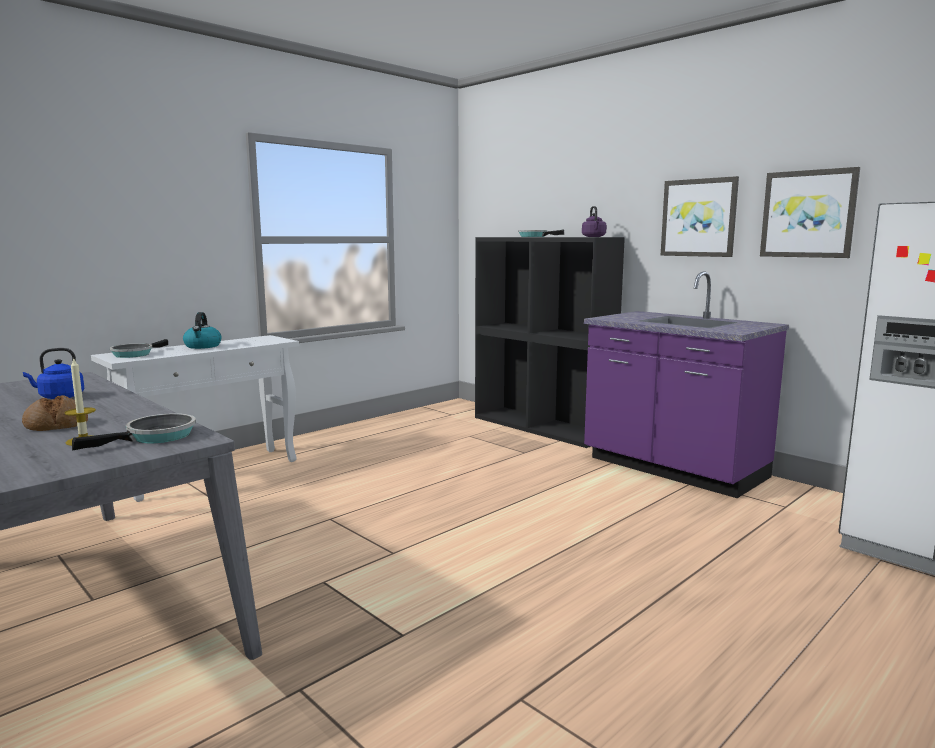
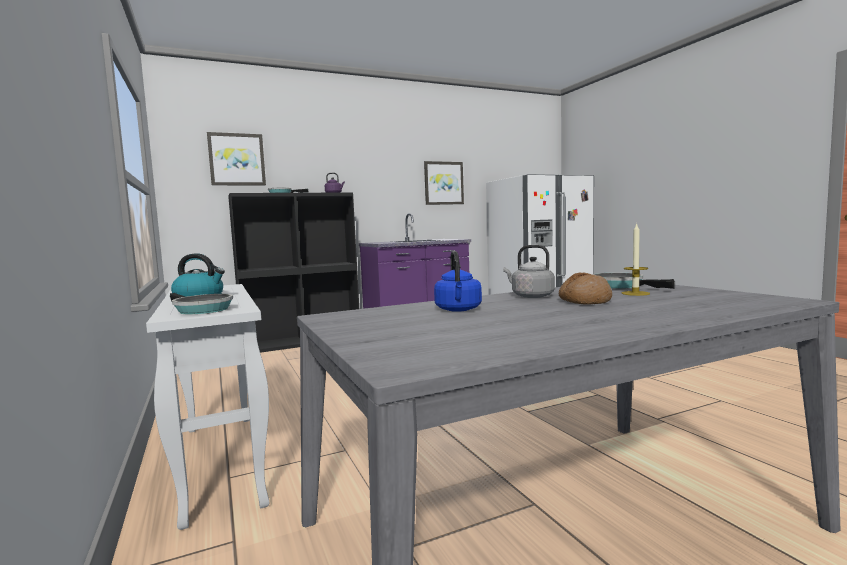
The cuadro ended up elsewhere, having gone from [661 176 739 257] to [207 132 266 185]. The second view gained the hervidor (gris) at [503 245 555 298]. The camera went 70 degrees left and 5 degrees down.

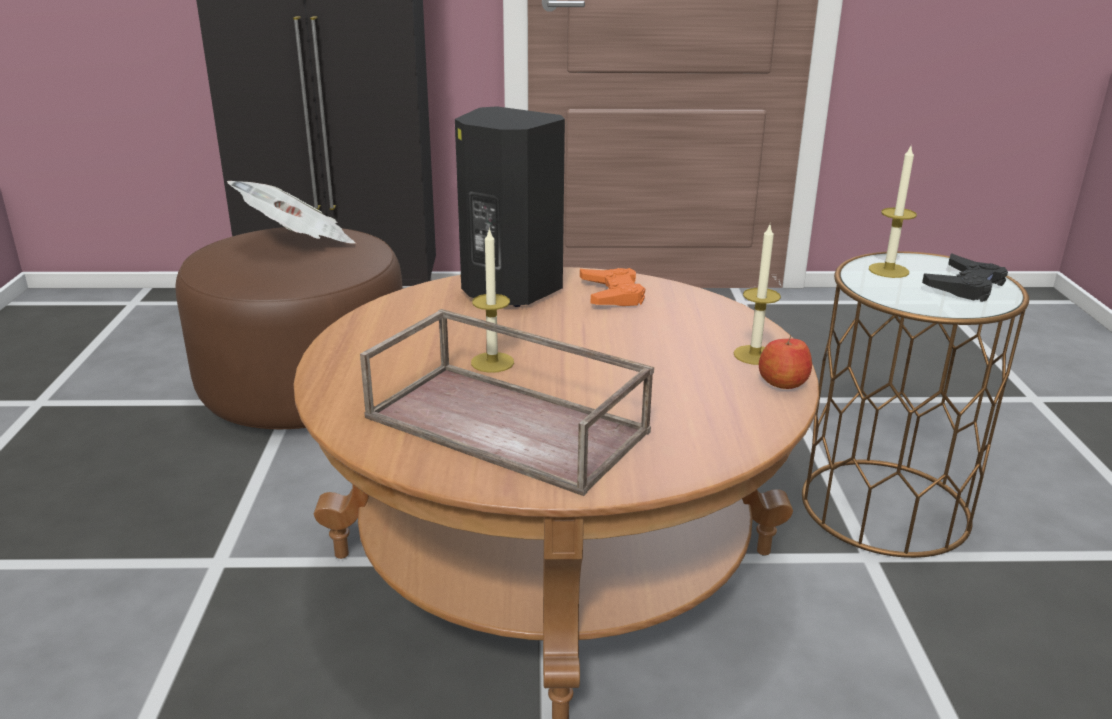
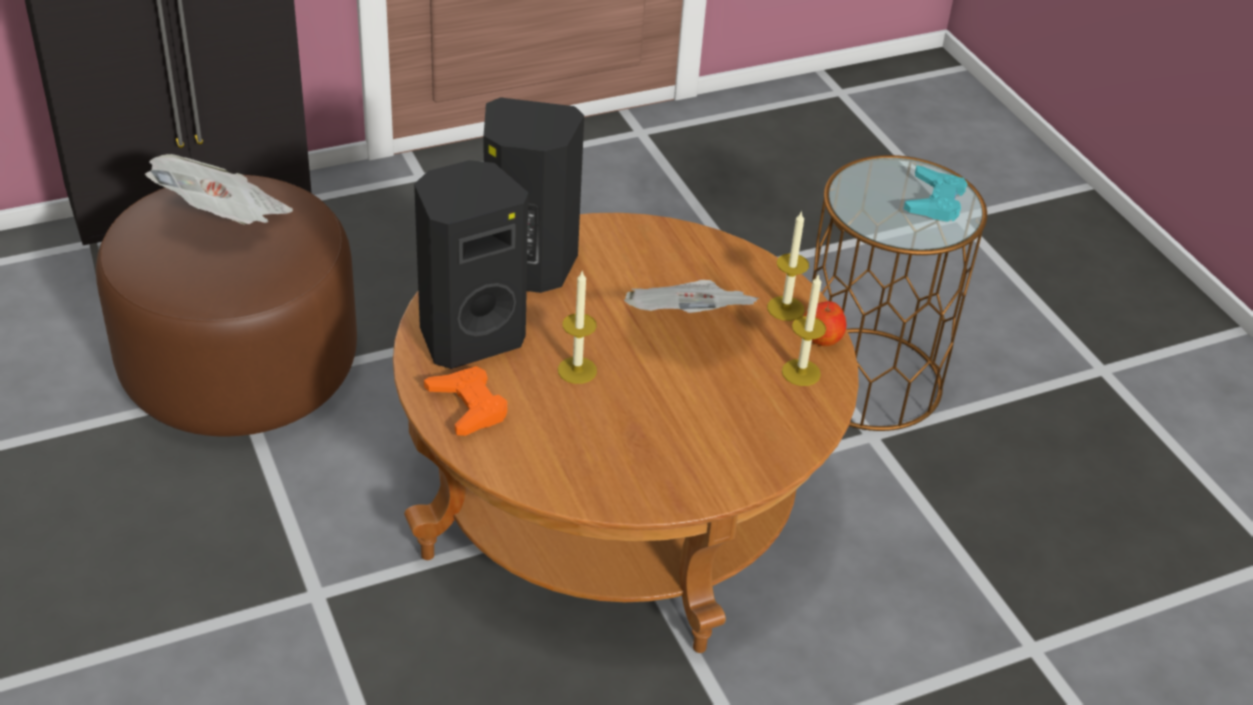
The second view lost the bandeja (marrón) at [360 309 654 496]. The mando de consola (naranja) ended up elsewhere, having gone from [580 268 645 306] to [424 366 507 436]. The vela ended up elsewhere, having gone from [869 146 917 278] to [782 273 826 386]. What was the mando de consola (negro) at [922 253 1008 302] turned into the mando de consola (turquesa) at [904 165 967 222]. The second view gained the altavoz (negro) at [414 160 528 369]. The second view gained the periódico at [624 280 759 313]. The camera went 25 degrees left and 15 degrees up.

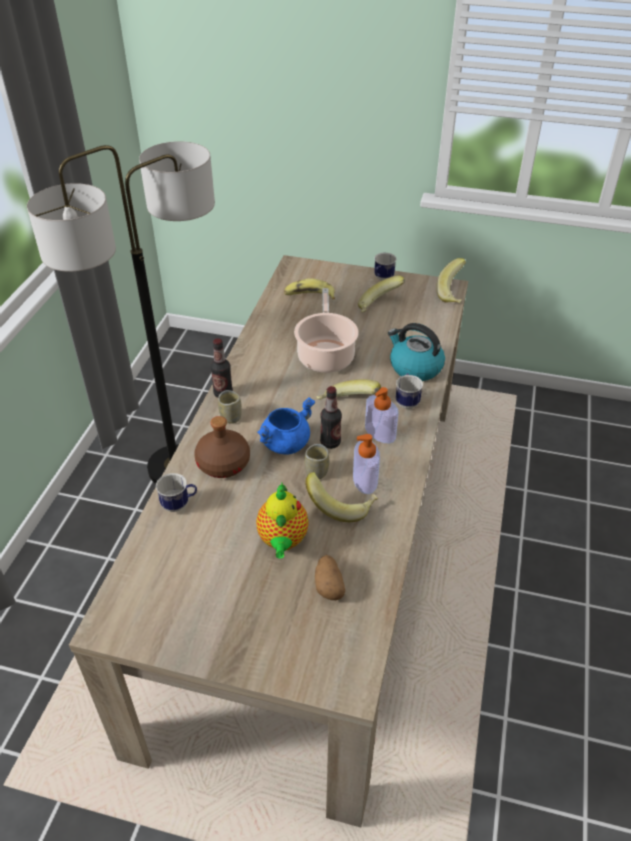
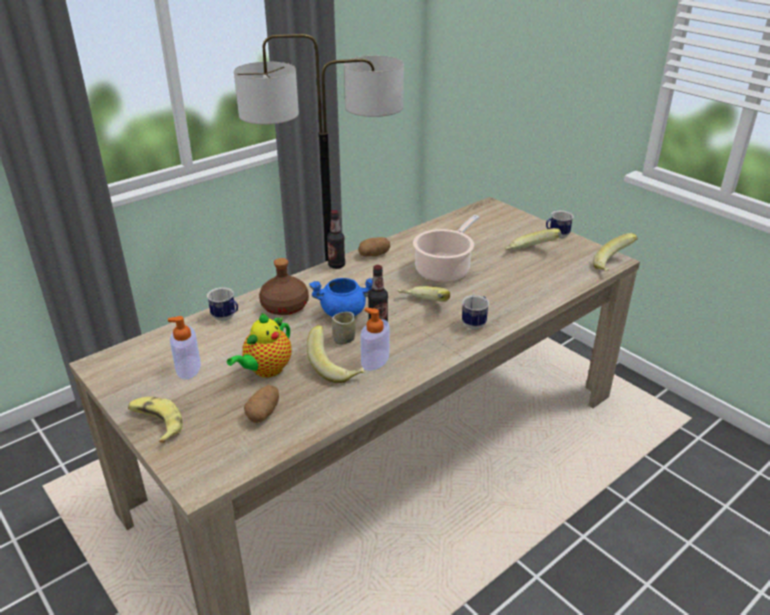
The second view lost the taza at [218 390 242 424]. The plátano ended up elsewhere, having gone from [284 278 335 300] to [128 397 183 443]. The dispensador de jabón ended up elsewhere, having gone from [365 387 398 443] to [168 316 201 380]. The second view lost the hervidor at [388 323 445 381]. The second view gained the patata at [358 237 390 256]. The camera went 35 degrees right and 10 degrees down.

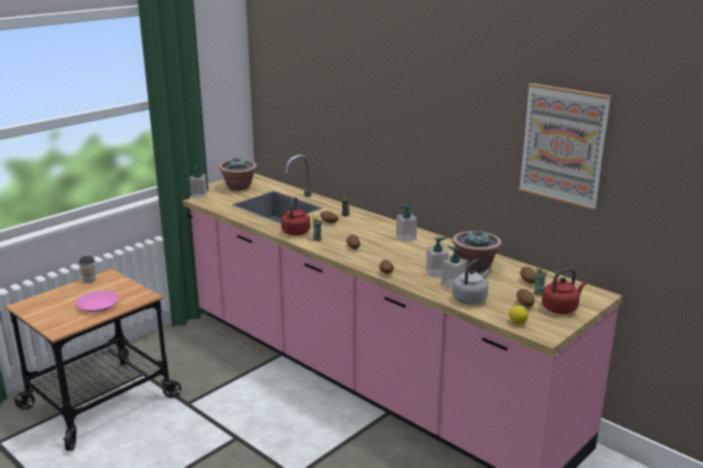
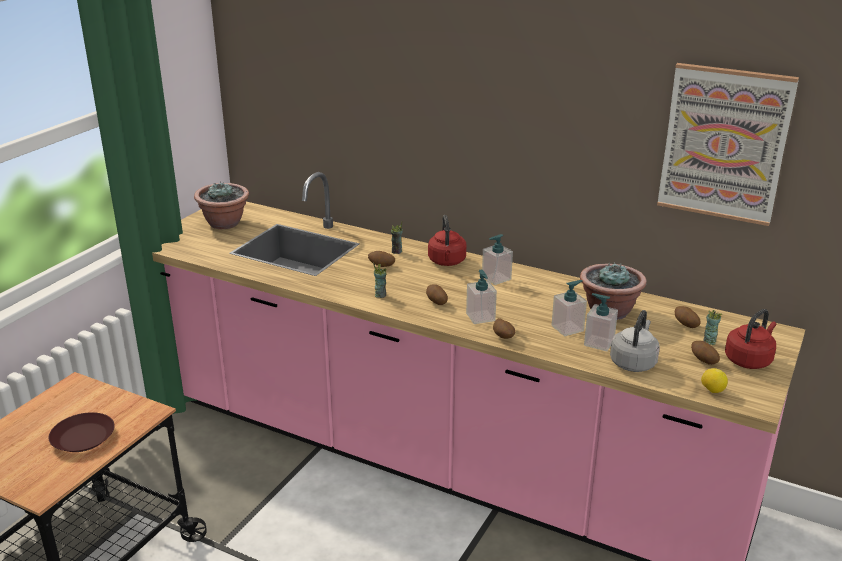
What was the plato (rosa) at [76 291 119 312] turned into the plato (marrón) at [48 412 115 452]. The second view lost the taza at [79 256 96 283]. The dispensador de jabón ended up elsewhere, having gone from [190 166 207 198] to [466 270 497 324]. The hervidor (rojo) ended up elsewhere, having gone from [281 197 310 235] to [428 215 466 266]. The camera went 15 degrees left and 5 degrees up.

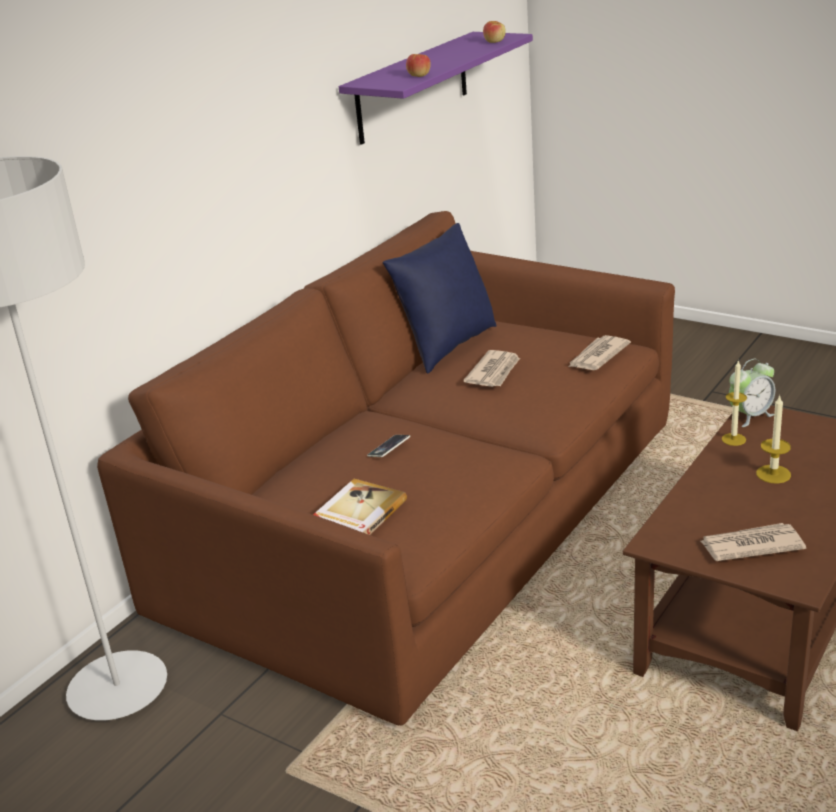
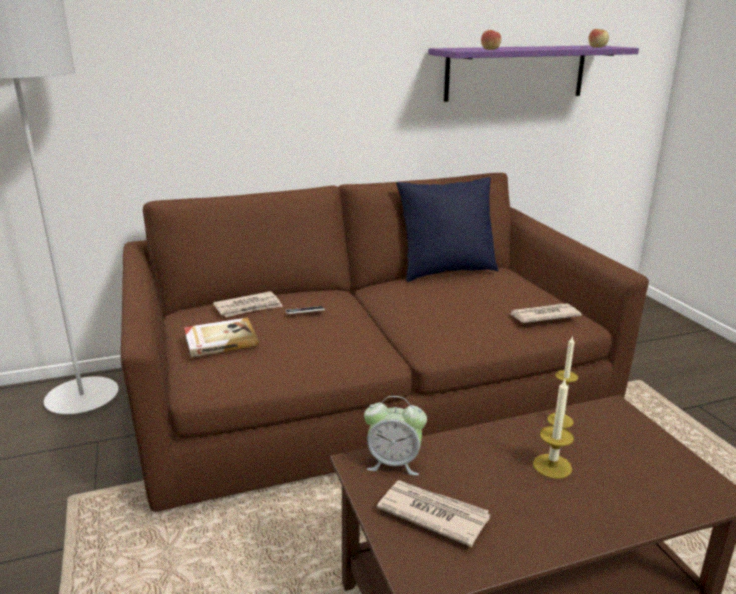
The periódico ended up elsewhere, having gone from [464 350 520 387] to [213 291 283 317]. The despertador ended up elsewhere, having gone from [729 359 775 427] to [364 396 427 475]. The camera went 35 degrees right and 5 degrees down.

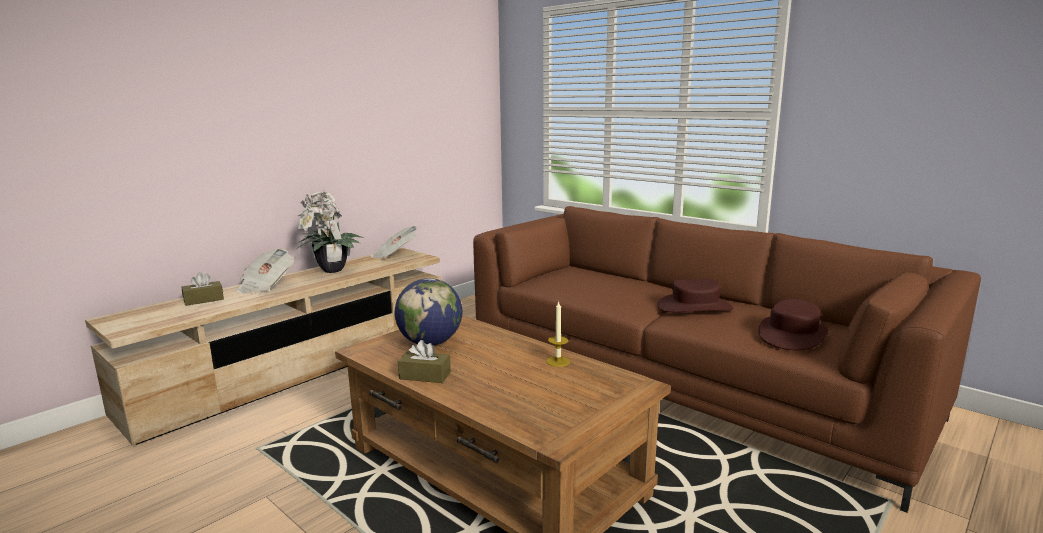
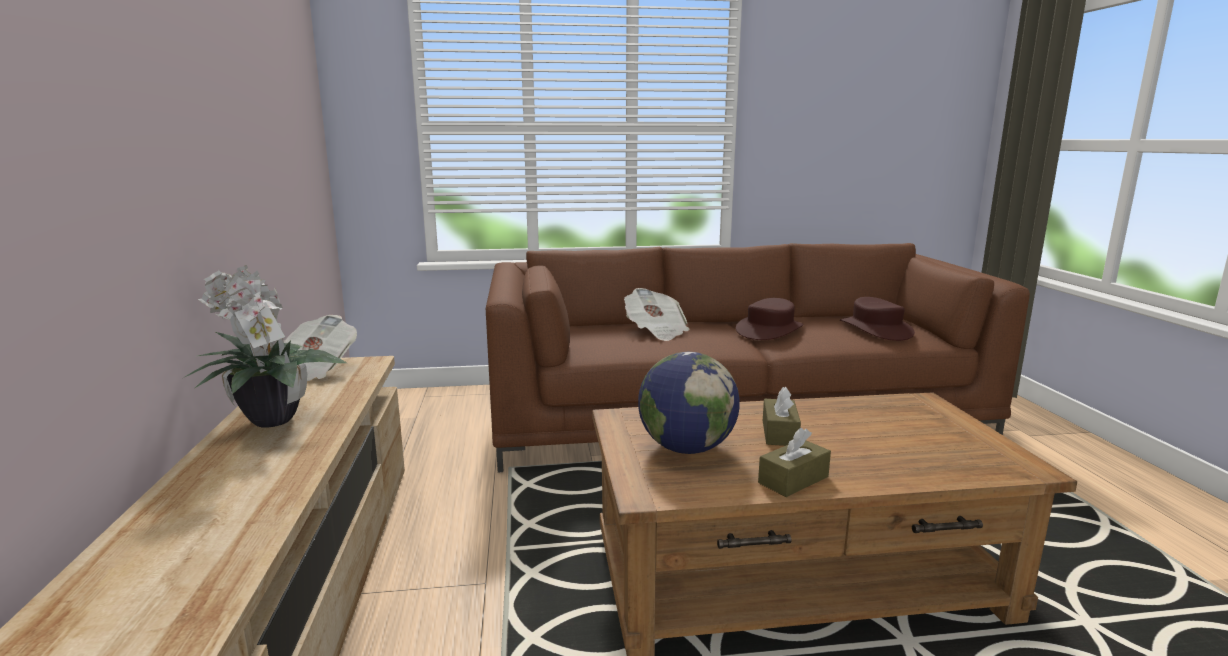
The caja de pañuelos (marrón) ended up elsewhere, having gone from [182 272 224 306] to [763 387 801 446]. The periódico ended up elsewhere, having gone from [236 249 294 294] to [624 288 690 341]. The second view lost the vela at [546 301 570 367]. The camera went 50 degrees left and 0 degrees up.

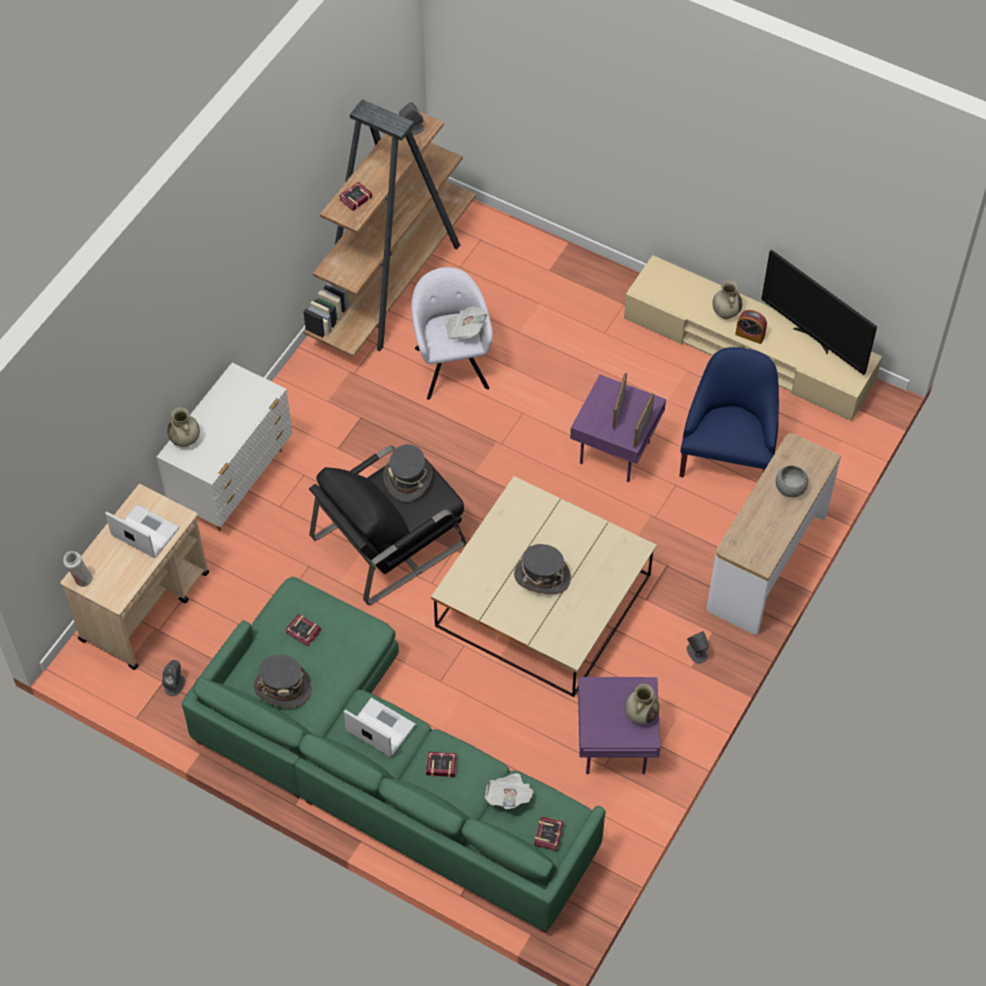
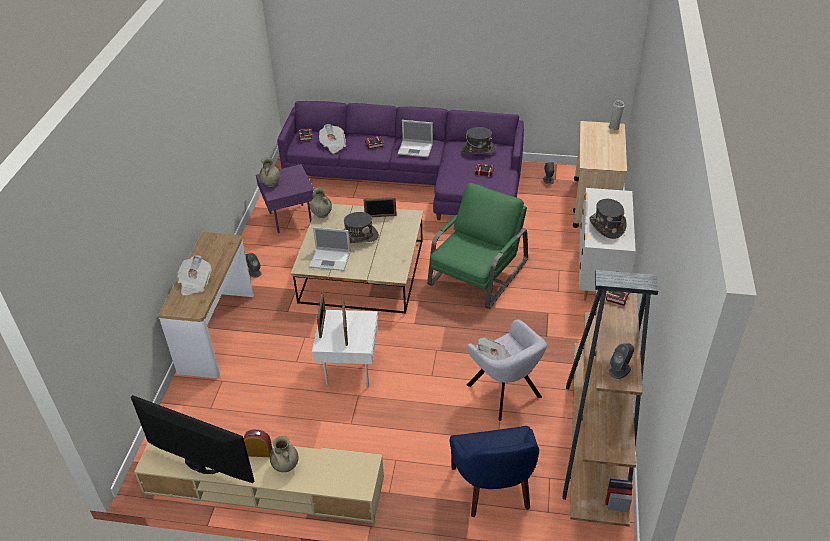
The portátil ended up elsewhere, having gone from [105 504 179 558] to [309 227 351 271]. The florero (beis) ended up elsewhere, having gone from [167 407 200 447] to [310 187 332 218]. What was the sofá (verde) at [181 577 605 933] turned into the sofá (morado) at [277 101 524 220]. What was the sillón (negro) at [309 446 466 605] turned into the sillón (verde) at [427 183 528 309]. The sombrero (gris) ended up elsewhere, having gone from [383 444 432 502] to [589 199 627 239]. What was the mesa auxiliar (morado) at [570 375 666 482] turned into the mesa auxiliar (blanco) at [312 310 378 387]. The sillón (azul) ended up elsewhere, having gone from [679 347 779 478] to [449 426 539 517]. Where the cuenco (gris) stood at [776 466 808 497], the periódico came to stand at [177 255 212 295]. The second view gained the portarretratos at [363 197 397 217]. The camera went 160 degrees right and 15 degrees down.

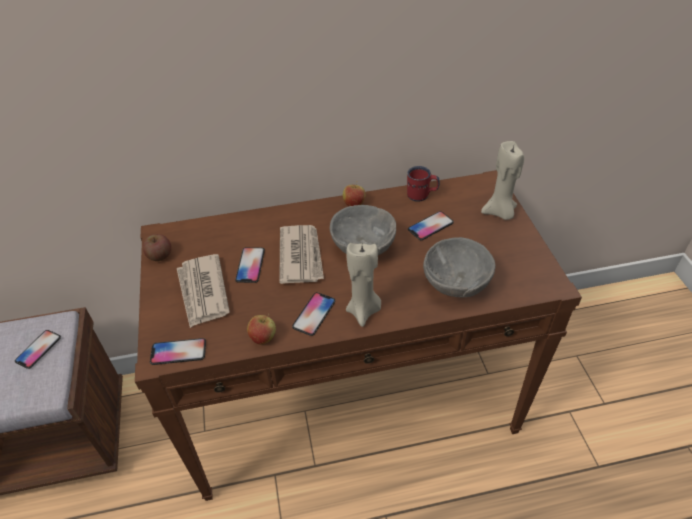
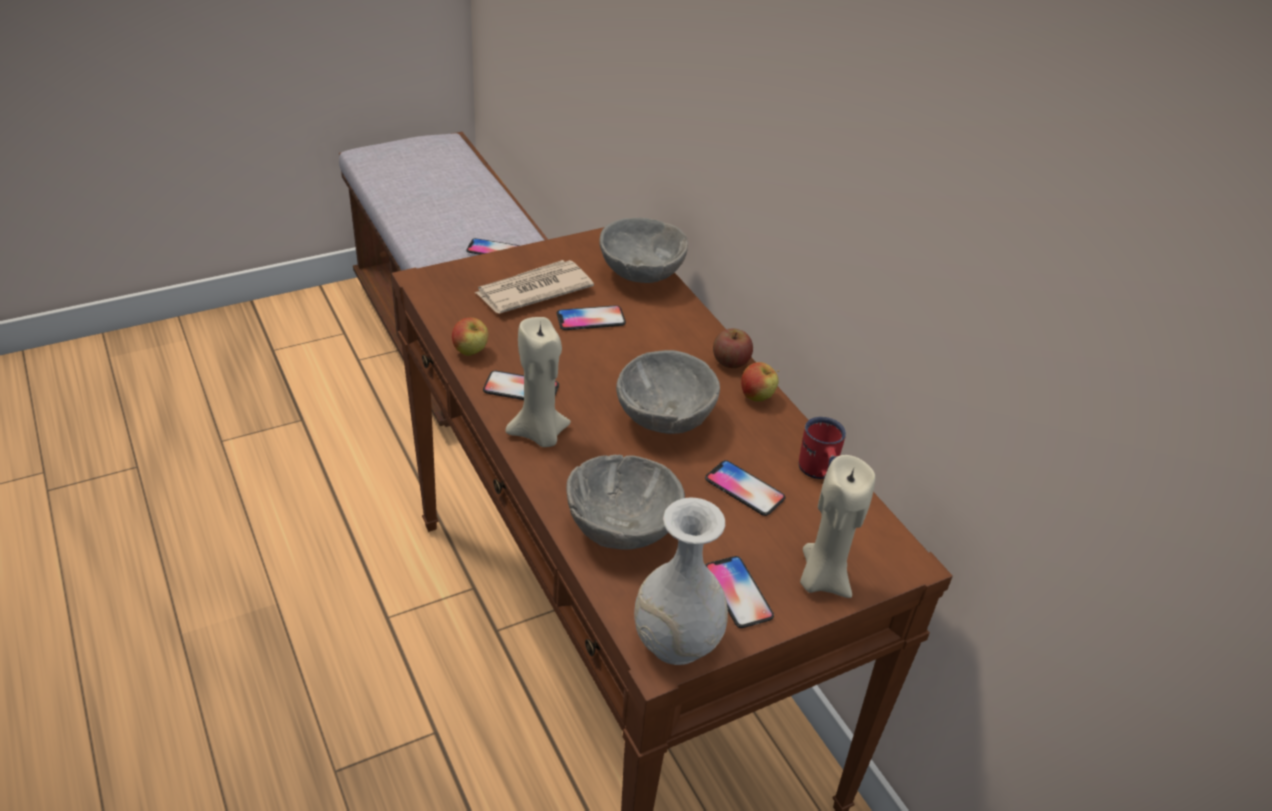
The manzana ended up elsewhere, having gone from [143 234 171 261] to [713 329 753 368]. The móvil ended up elsewhere, having gone from [150 338 206 365] to [705 556 774 628]. The second view lost the periódico at [279 225 324 284]. The second view gained the cuenco (gris) at [599 218 688 283]. The second view gained the florero (blanco) at [634 497 728 665]. The camera went 70 degrees right and 5 degrees down.

